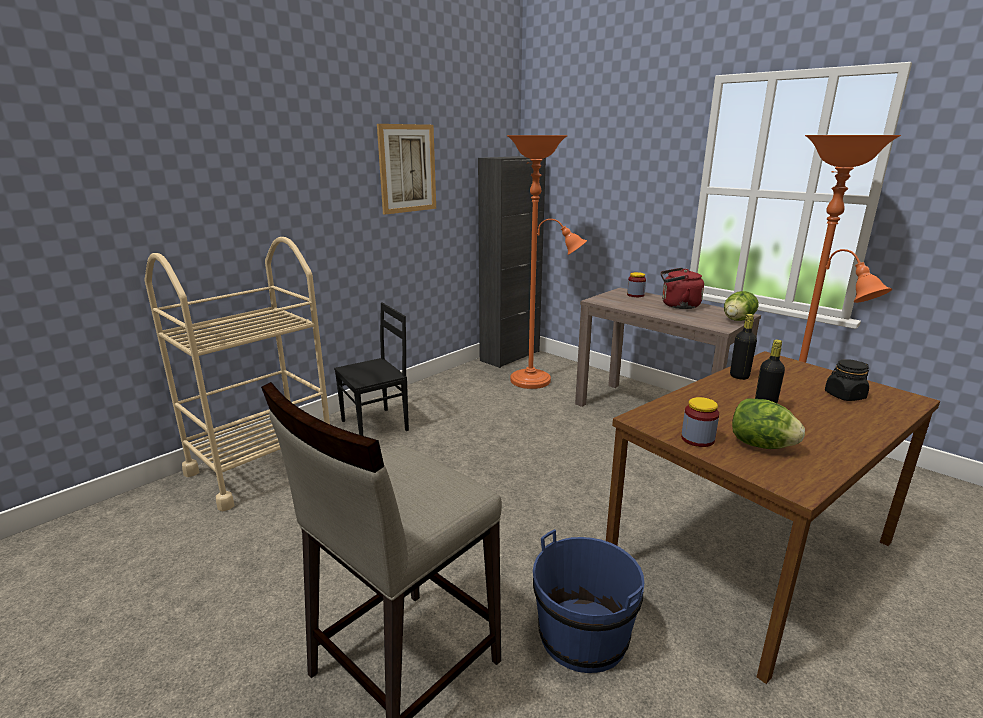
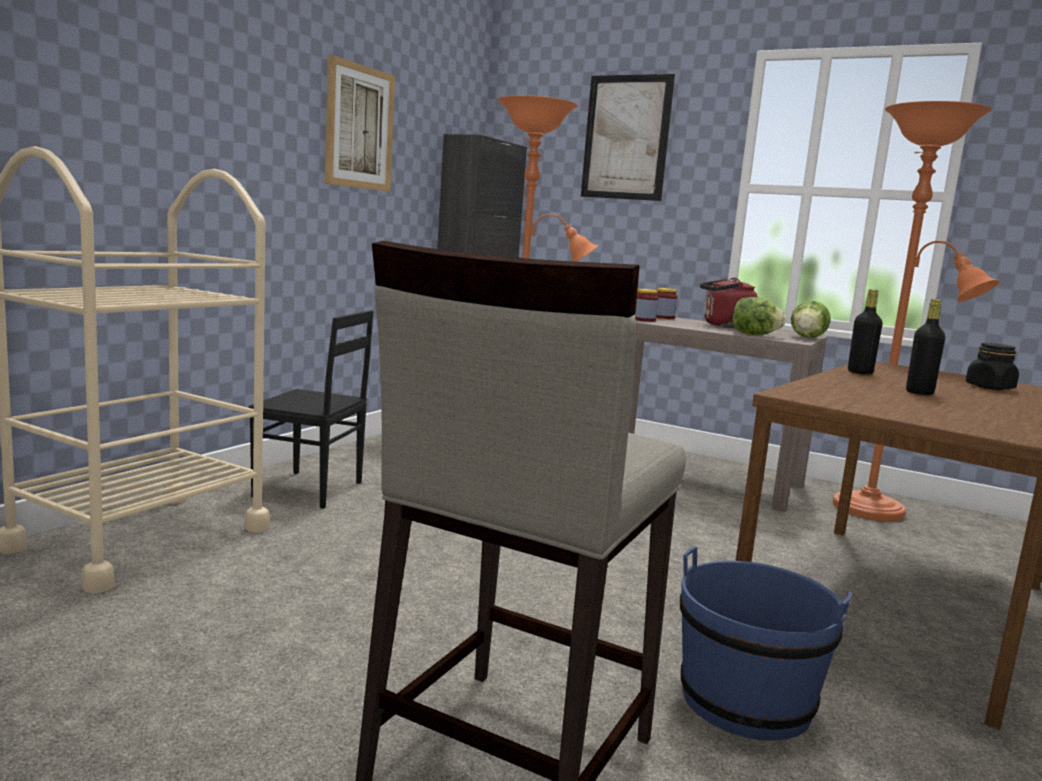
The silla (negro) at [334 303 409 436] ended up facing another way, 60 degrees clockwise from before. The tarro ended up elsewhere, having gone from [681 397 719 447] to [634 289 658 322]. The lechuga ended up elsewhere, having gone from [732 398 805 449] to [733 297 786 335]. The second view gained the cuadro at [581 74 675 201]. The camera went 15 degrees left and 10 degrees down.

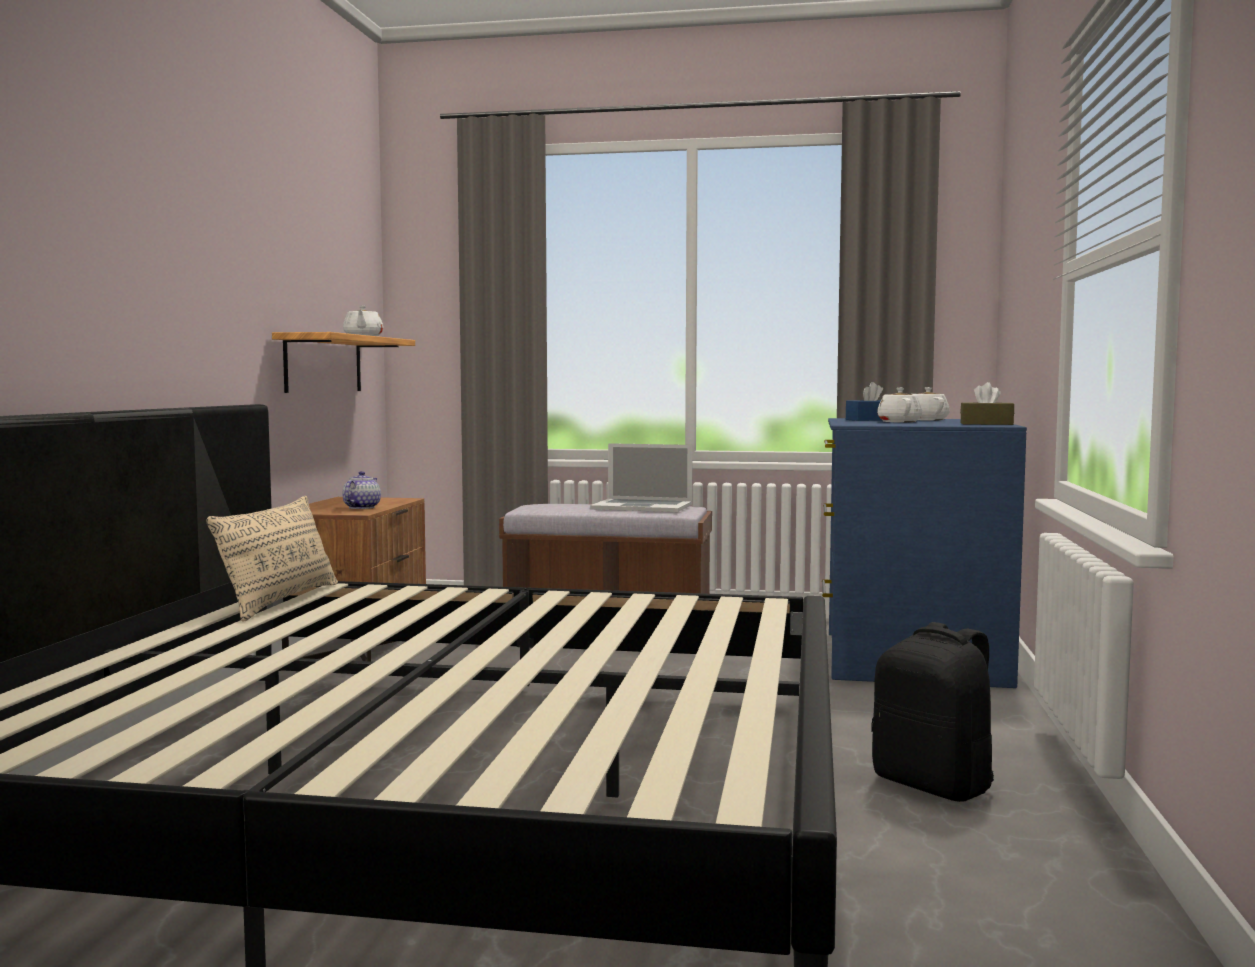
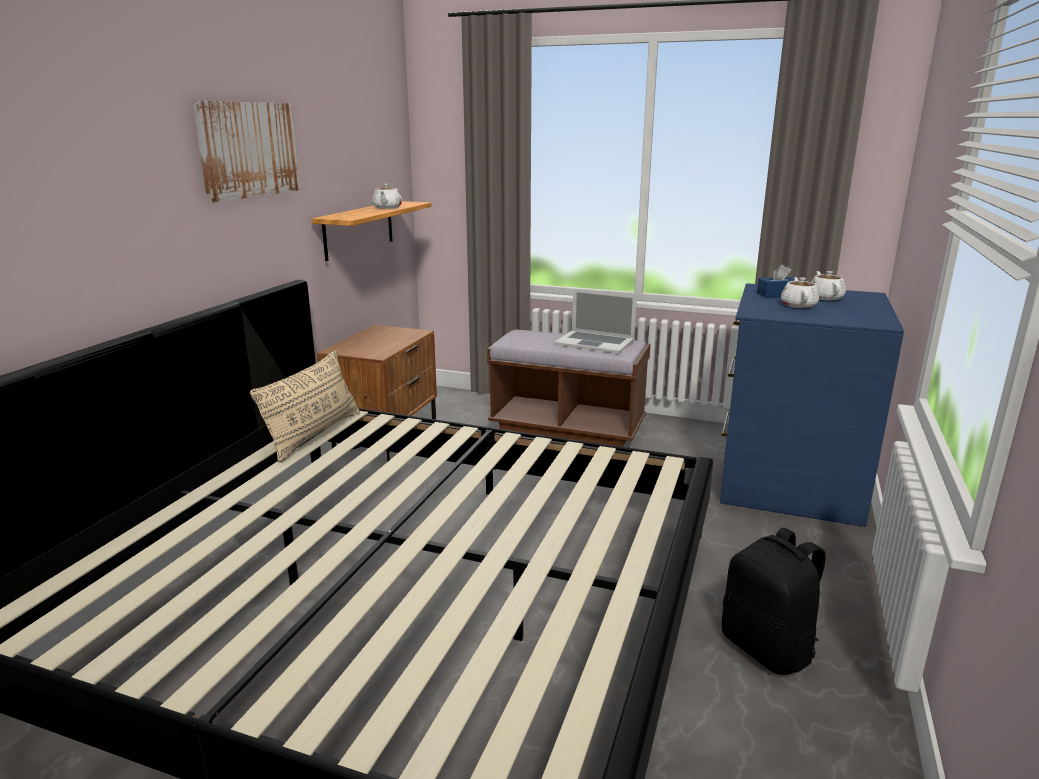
The second view lost the tetera at [343 471 381 509]. The second view lost the caja de pañuelos (marrón) at [960 382 1014 425]. The second view gained the cuadro at [193 101 300 203]. The camera went 10 degrees right and 15 degrees up.

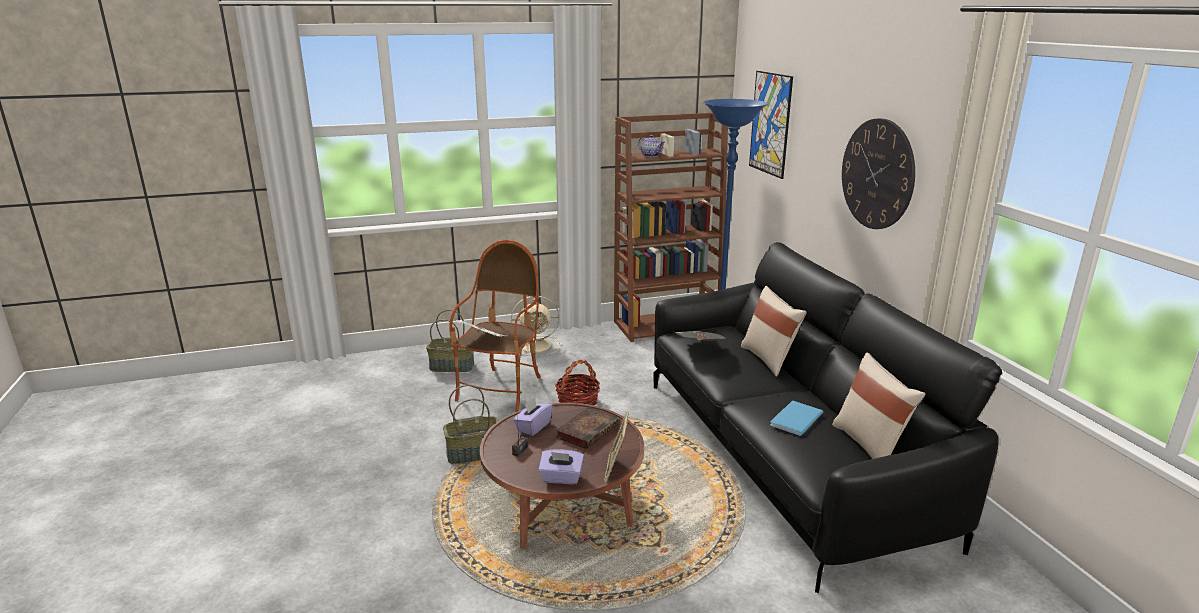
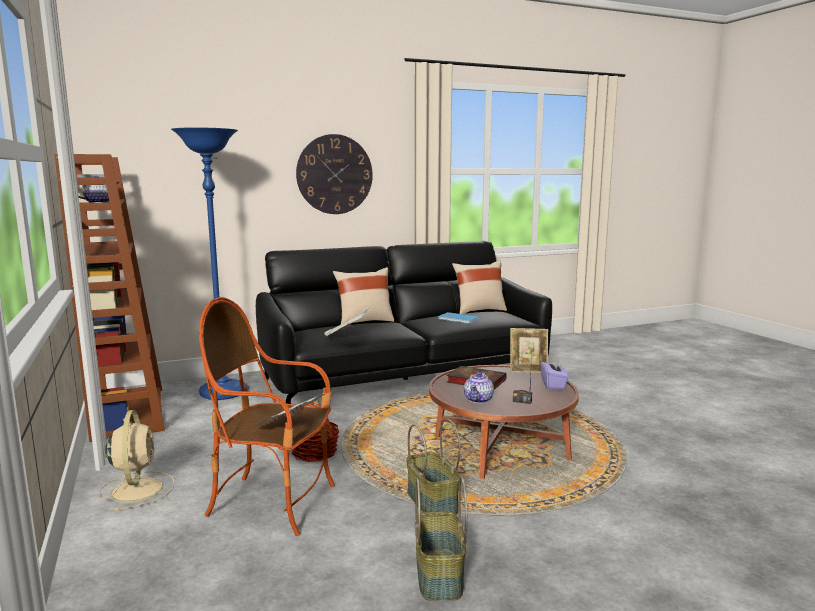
The cesta ended up elsewhere, having gone from [426 310 474 372] to [414 477 467 601]. Where the caja de pañuelos (morado) stood at [513 397 553 436], the tetera came to stand at [464 372 494 403]. The second view lost the cuadro at [749 71 793 179]. The camera went 95 degrees left and 10 degrees down.

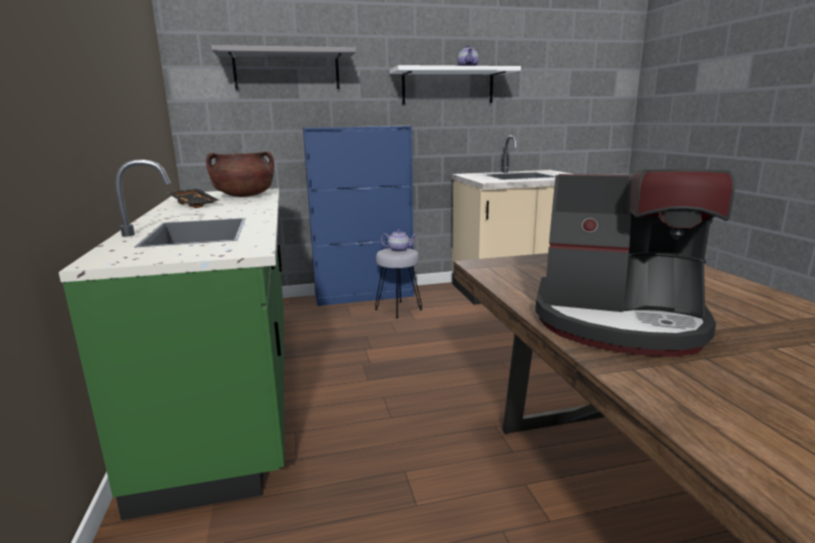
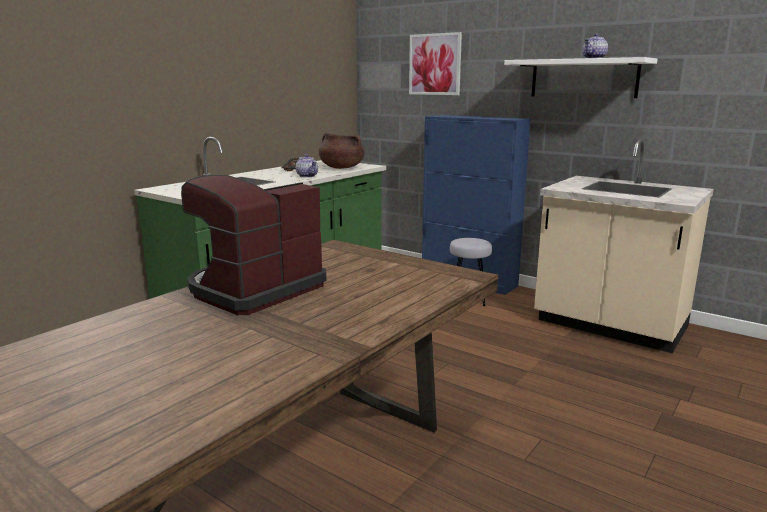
Where the estante (gris) hung at [211 45 356 90], the cuadro came to hang at [409 32 462 95]. The tetera ended up elsewhere, having gone from [381 229 417 252] to [296 154 318 178]. The cafetera at [535 169 735 357] ended up facing another way, 60 degrees clockwise from before. The camera went 50 degrees right and 0 degrees up.

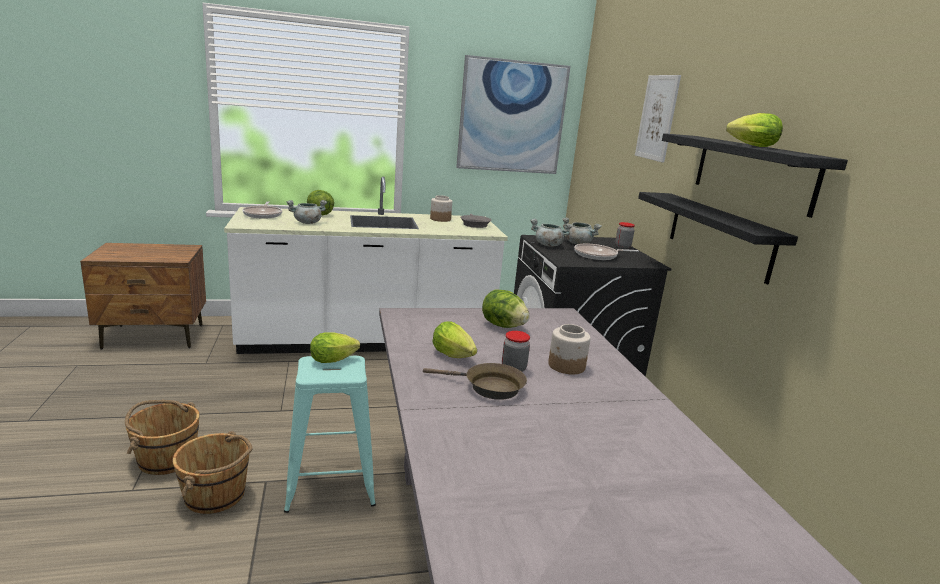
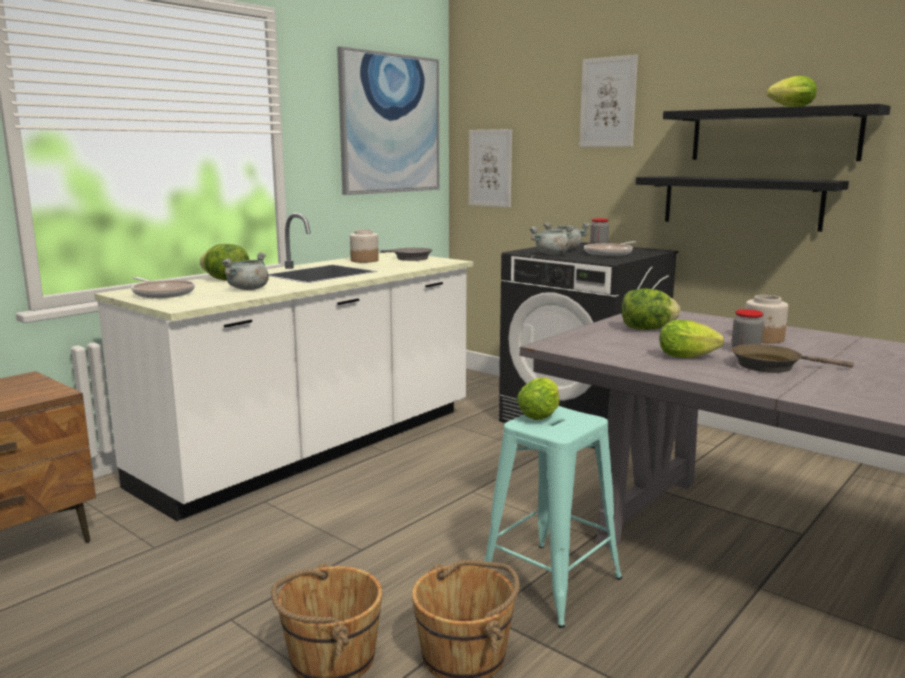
The sartén (marrón) at [423 363 527 400] ended up facing another way, 150 degrees counterclockwise from before. The second view gained the cuadro at [469 129 512 208]. The camera went 35 degrees left and 5 degrees down.

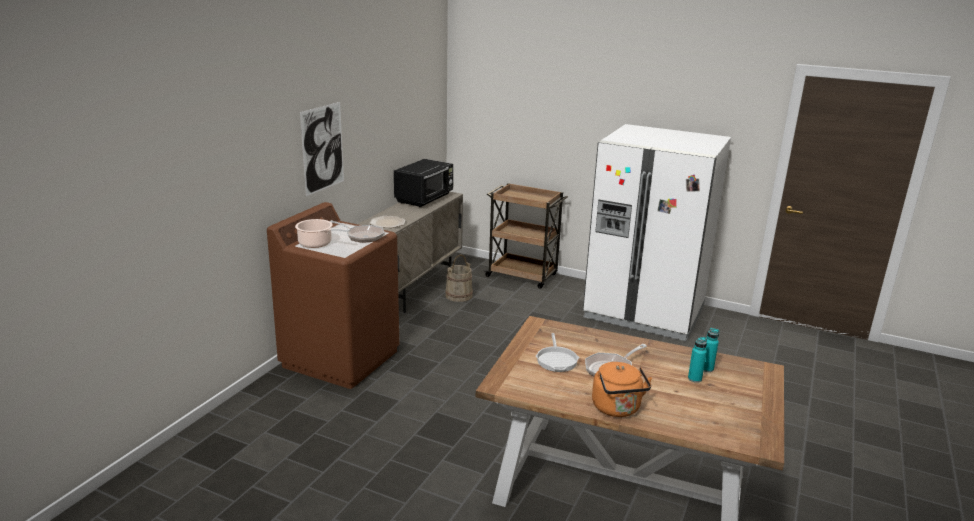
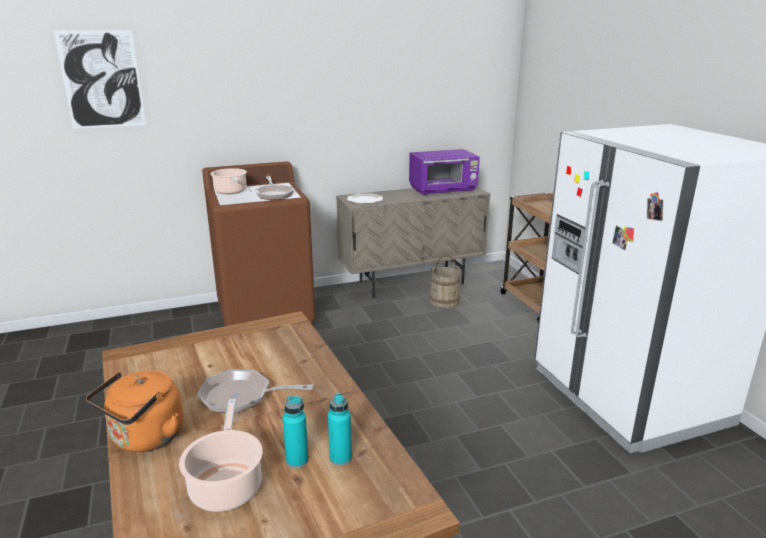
The cuadro ended up elsewhere, having gone from [300 102 344 196] to [54 30 146 129]. What was the microondas (negro) at [394 159 453 207] turned into the microondas (morado) at [409 149 480 195]. The second view lost the sartén at [536 333 579 372]. The second view gained the olla at [179 399 263 512]. The camera went 45 degrees right and 0 degrees up.

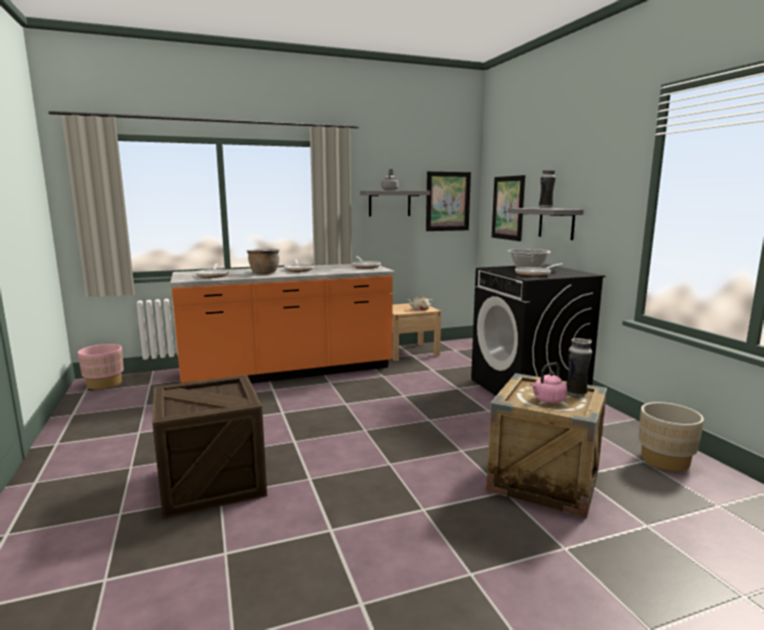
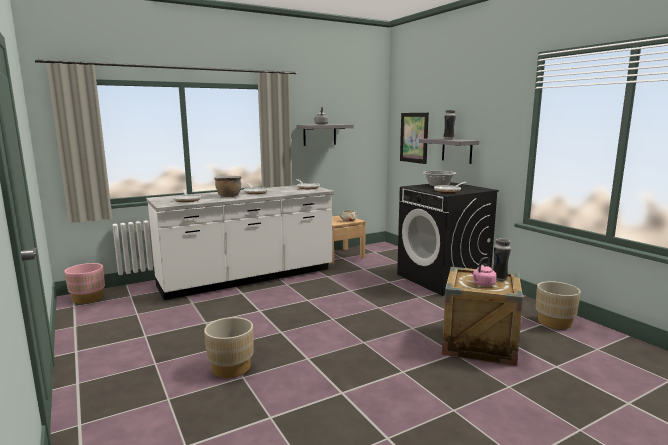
Where the caja de embalaje stood at [152 375 267 519], the maceta (beis) came to stand at [204 317 254 378]. What was the mueble bajo de cocina (naranja) at [170 264 395 384] turned into the mueble bajo de cocina (blanco) at [146 185 334 300]. The second view lost the cuadro at [426 171 471 231]. The camera went 10 degrees left and 0 degrees up.

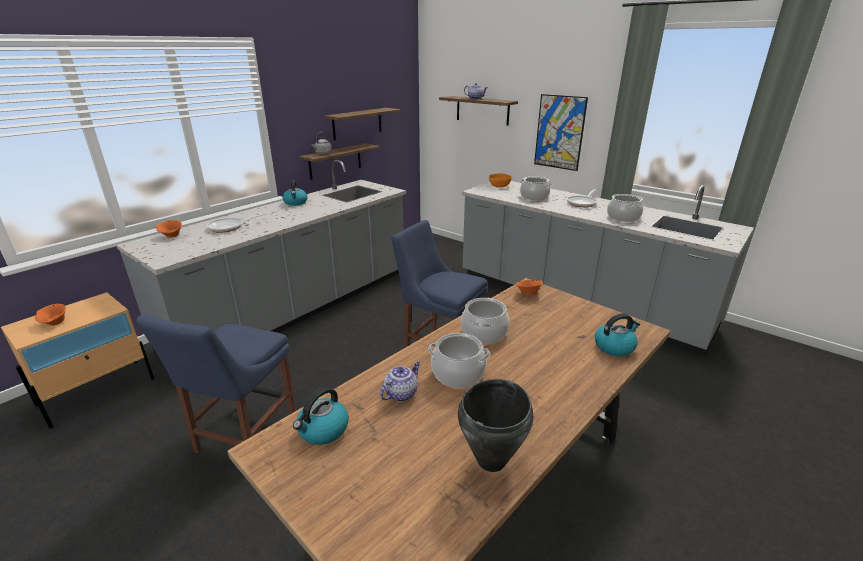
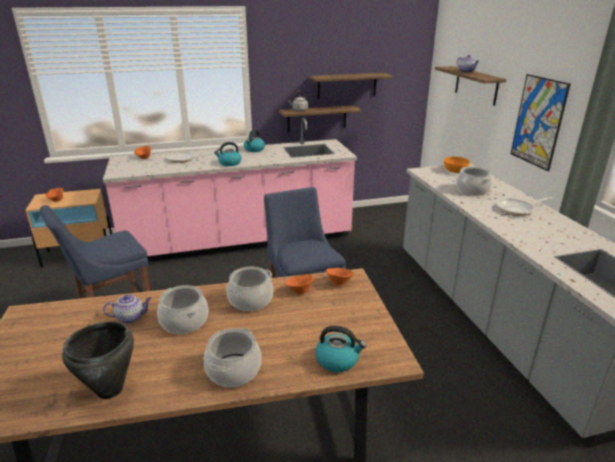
What was the mueble bajo de cocina (gris) at [116 160 406 357] turned into the mueble bajo de cocina (rosa) at [103 118 357 262]. The hervidor ended up elsewhere, having gone from [293 387 349 445] to [214 142 241 166]. The olla ended up elsewhere, having gone from [607 194 643 222] to [204 328 261 387]. The second view gained the cuenco (naranja) at [286 274 314 294]. The camera went 35 degrees right and 0 degrees up.

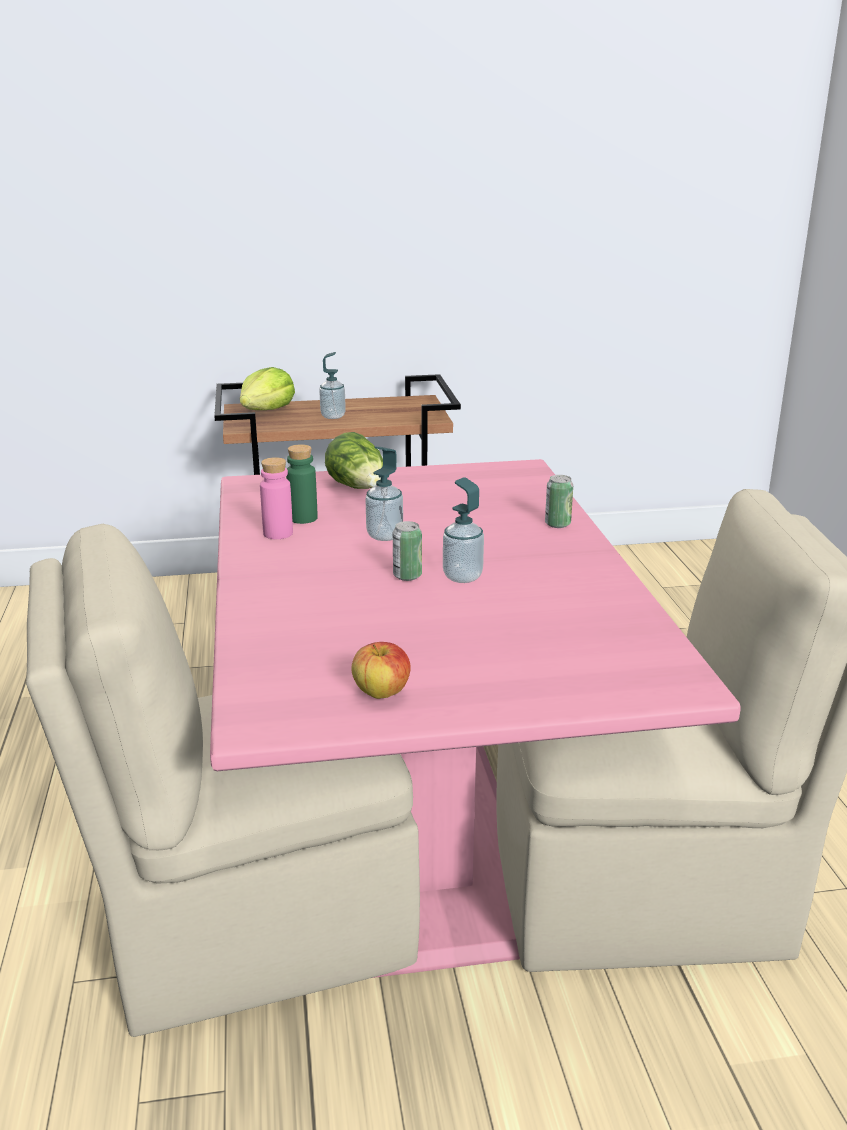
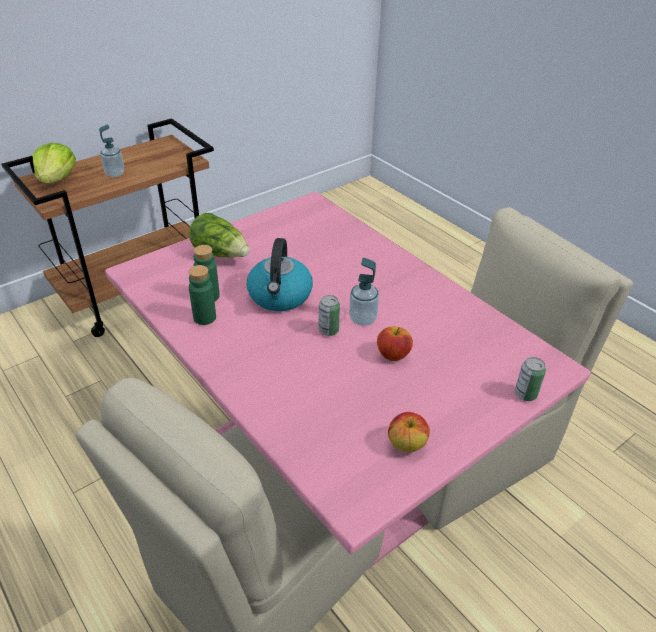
What was the botella (rosa) at [260 457 293 539] turned into the botella (verde) at [189 265 216 325]. Where the dispensador de jabón stood at [366 447 403 541], the hervidor came to stand at [247 238 313 311]. The lata ended up elsewhere, having gone from [545 475 573 528] to [515 357 546 401]. The second view gained the manzana at [377 326 413 361]. The camera went 30 degrees left and 15 degrees up.

